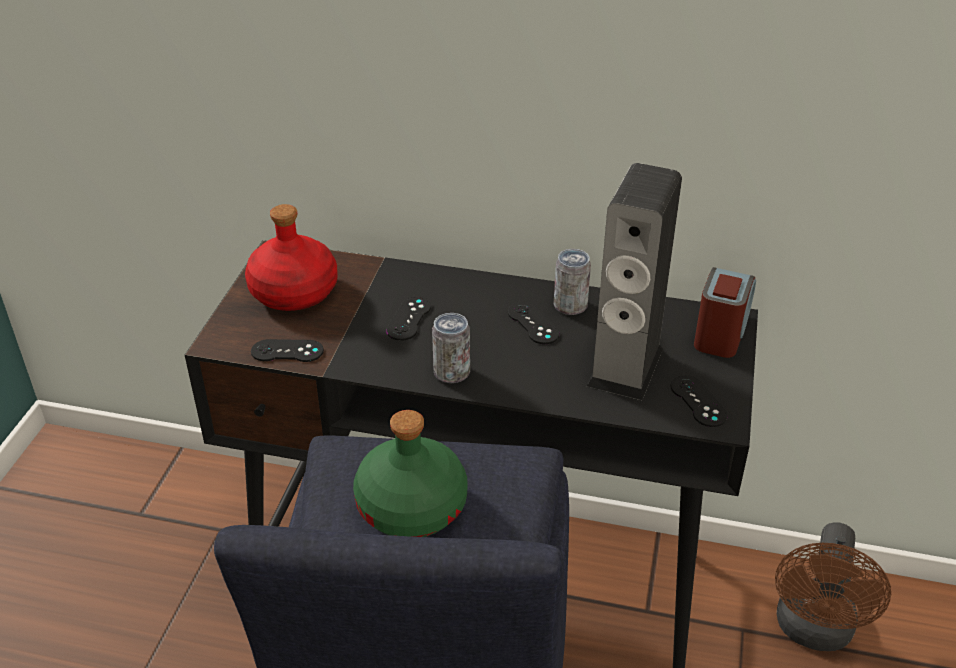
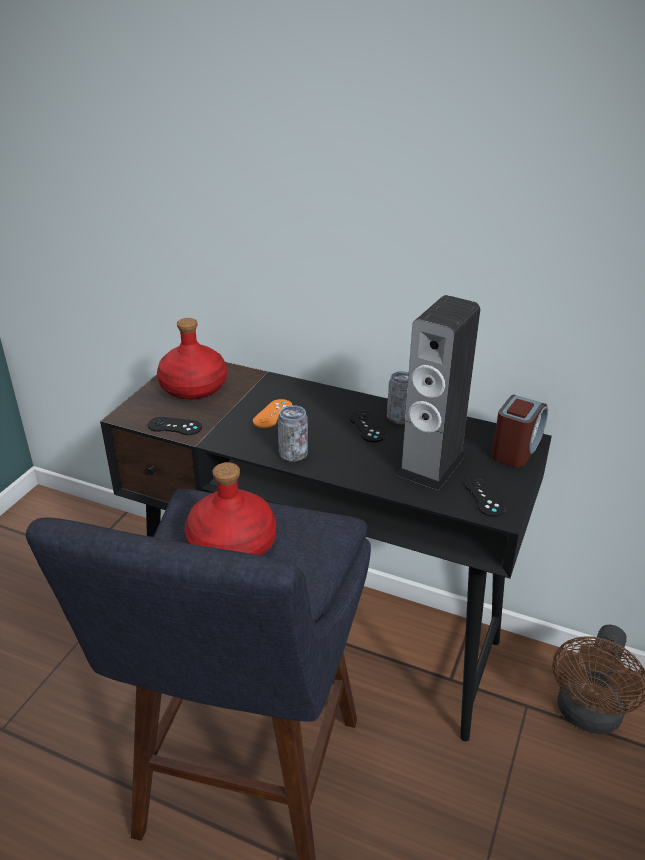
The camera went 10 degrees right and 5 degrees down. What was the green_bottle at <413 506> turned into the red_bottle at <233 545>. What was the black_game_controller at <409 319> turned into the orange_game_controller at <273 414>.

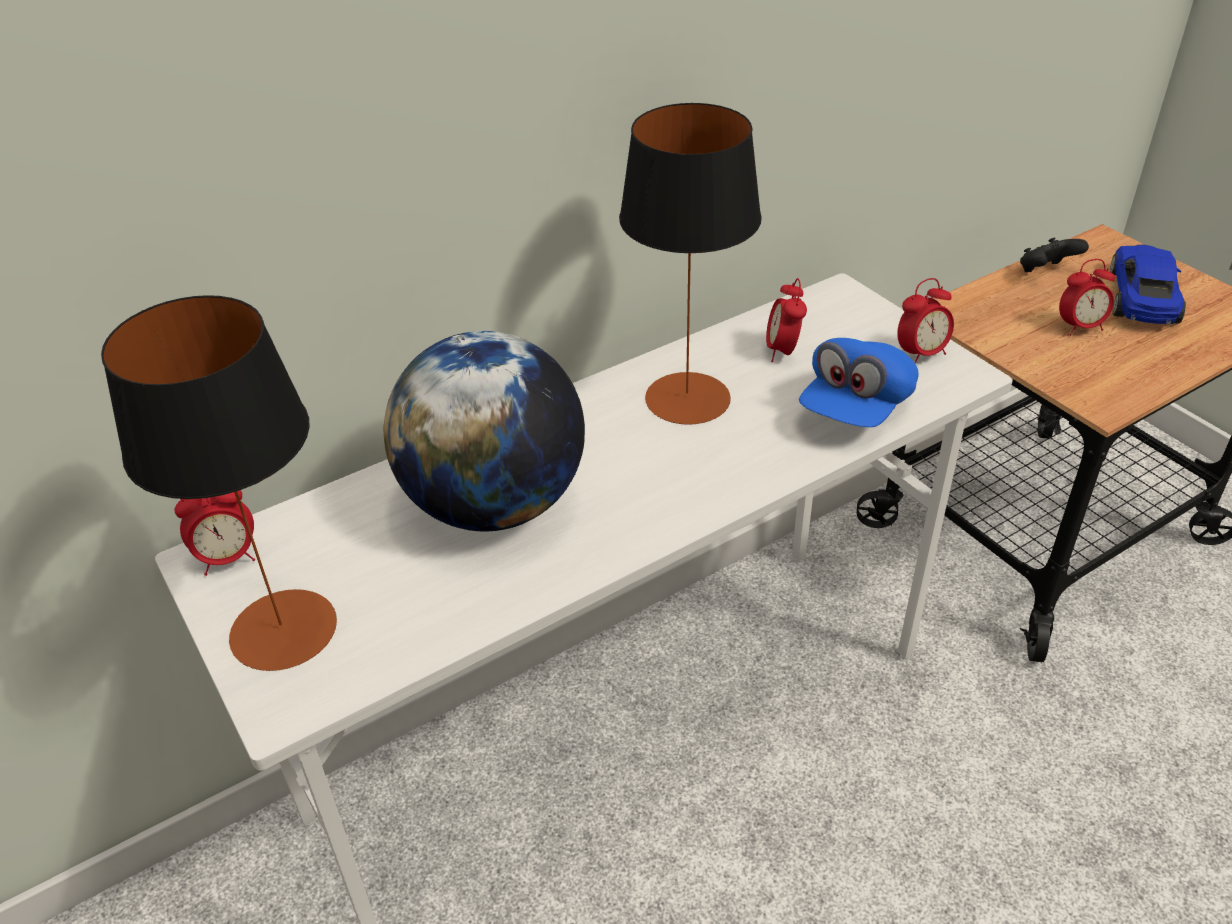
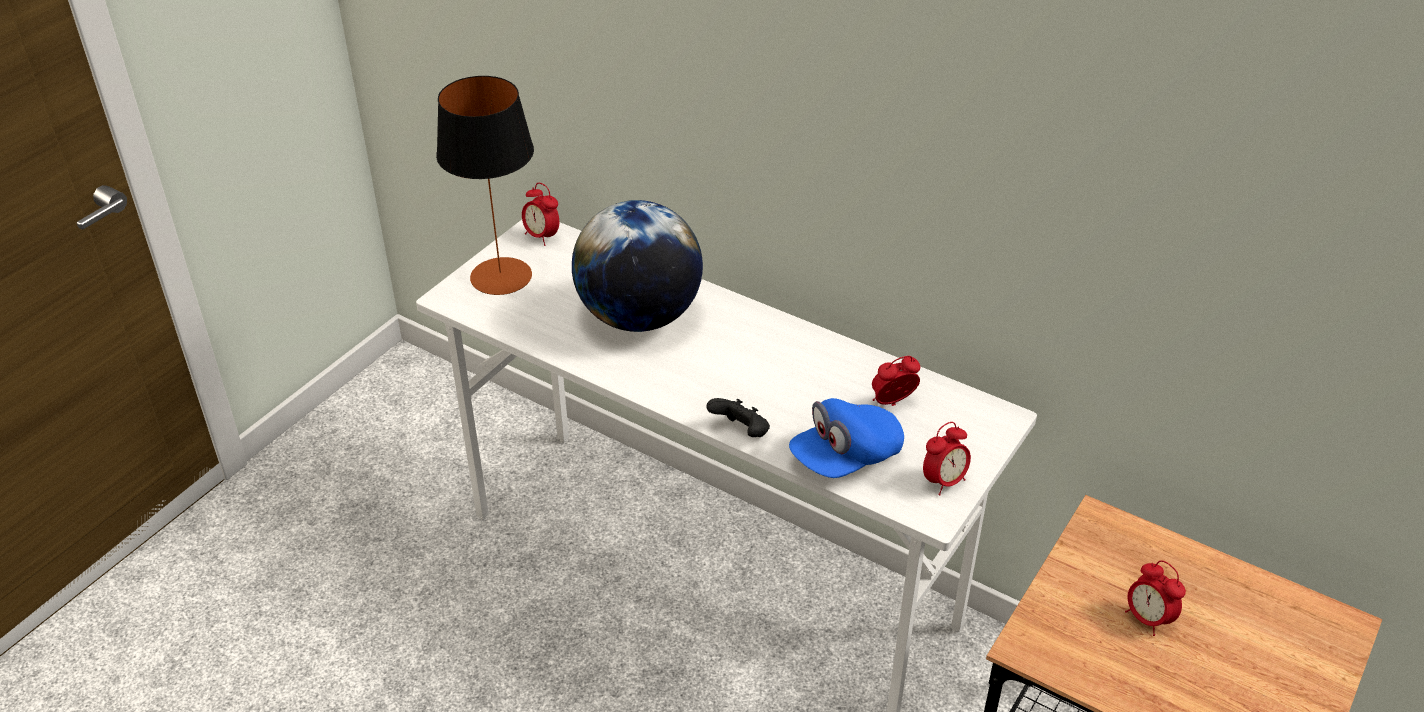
The camera went 65 degrees right and 0 degrees up. The black_game_controller ended up elsewhere, having gone from <1045 272> to <741 432>. The blue_cap at <856 407> ended up facing another way, 45 degrees counterclockwise from before. The alarm_clock at <921 354> ended up facing another way, 75 degrees counterclockwise from before. The second view lost the table_lamp at <687 398>. The second view lost the blue_toy_car at <1142 297>.

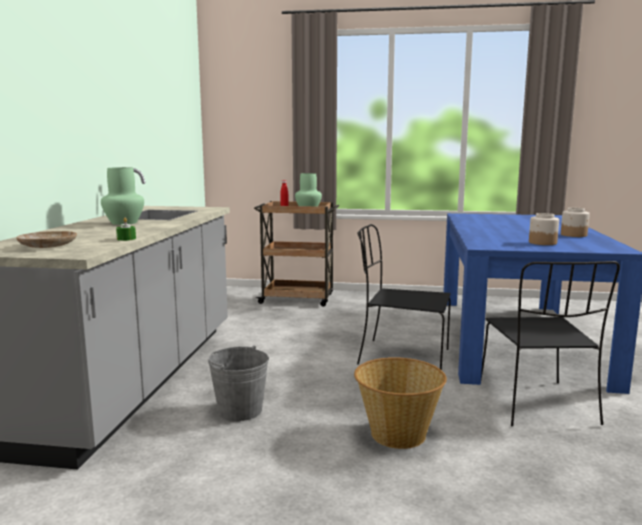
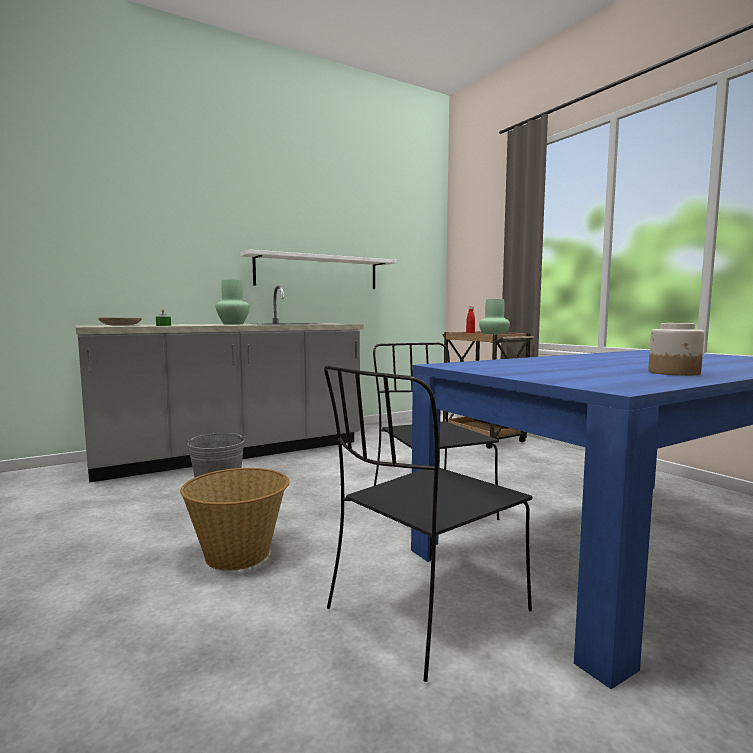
The camera went 50 degrees right and 5 degrees down. The second view gained the white_shelf at <317 272>. The second view lost the jar at <542 243>.

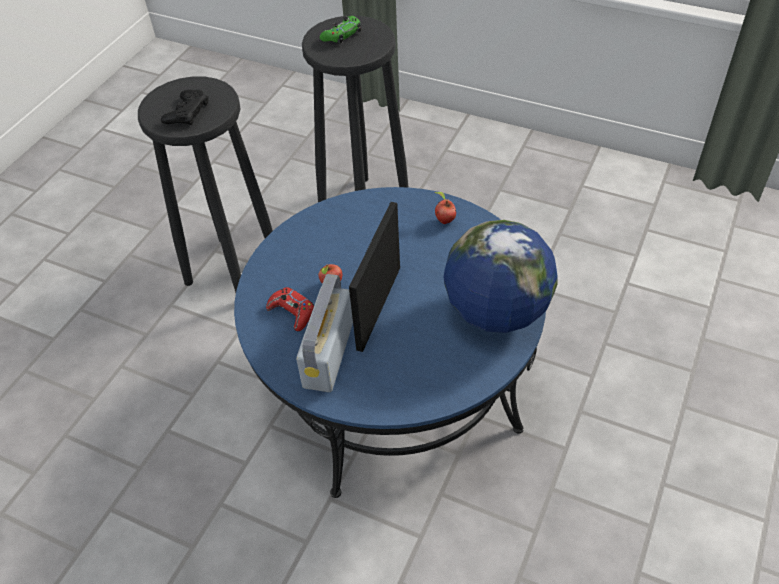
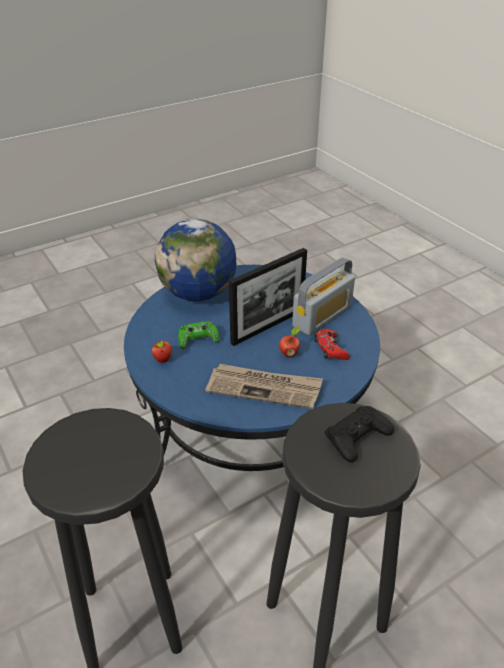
The camera went 150 degrees left and 10 degrees down. The green_game_controller ended up elsewhere, having gone from <342 35> to <198 339>. The second view gained the newspaper at <264 388>.

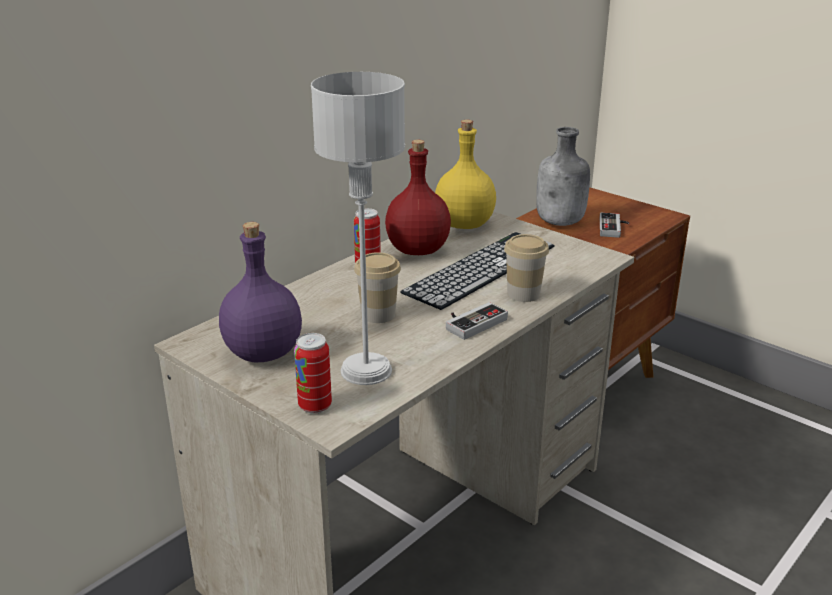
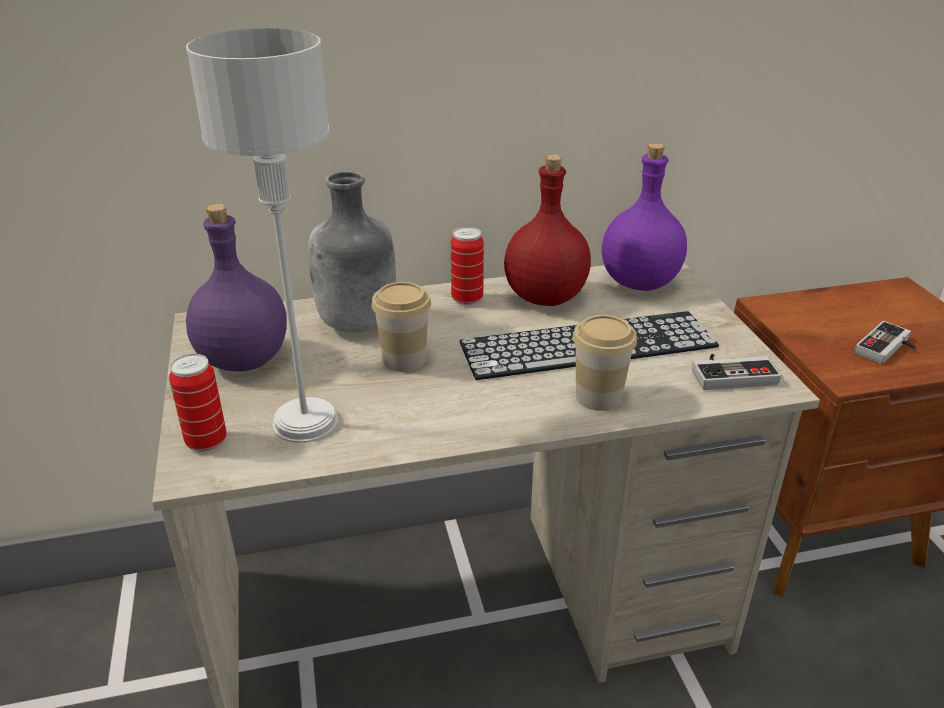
The camera went 35 degrees right and 5 degrees up. The grey_bottle ended up elsewhere, having gone from <561 222> to <358 324>. What was the yellow_bottle at <463 224> turned into the purple_bottle at <638 282>. The game_controller ended up elsewhere, having gone from <472 322> to <731 373>.

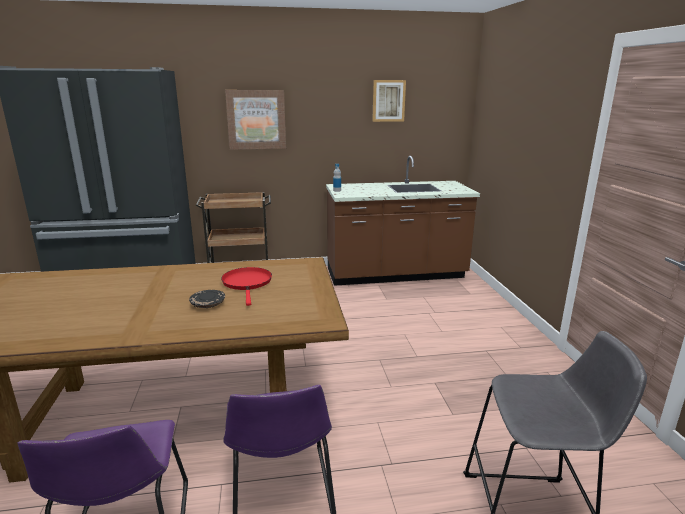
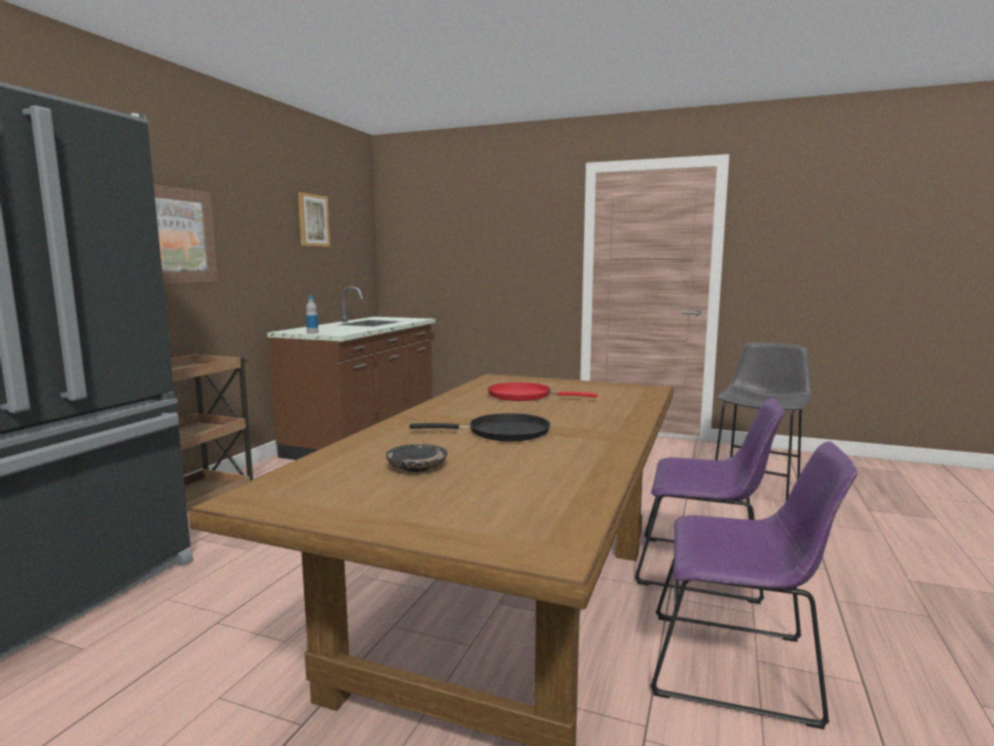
The camera went 60 degrees left and 10 degrees down. The black_plate ended up elsewhere, having gone from <208 304> to <417 467>. The second view gained the black_frying_pan at <502 432>.

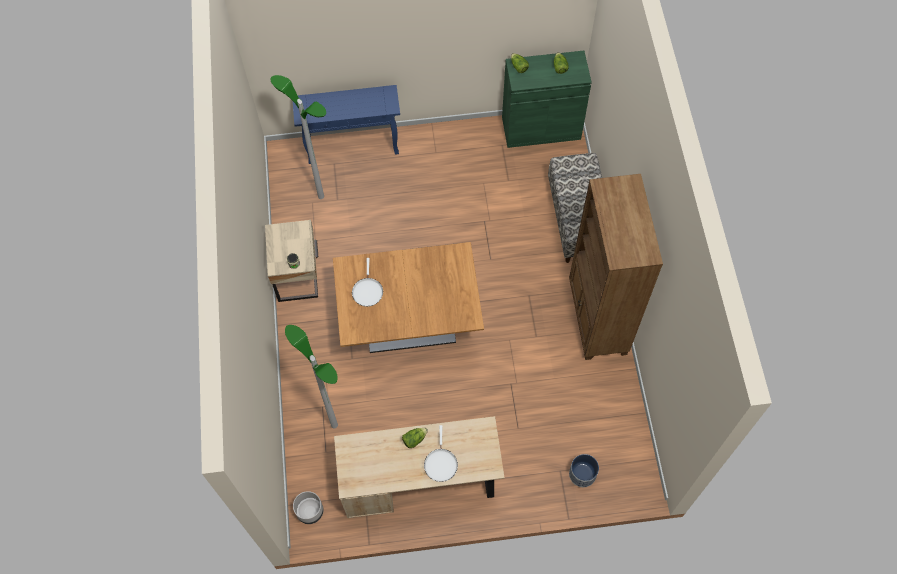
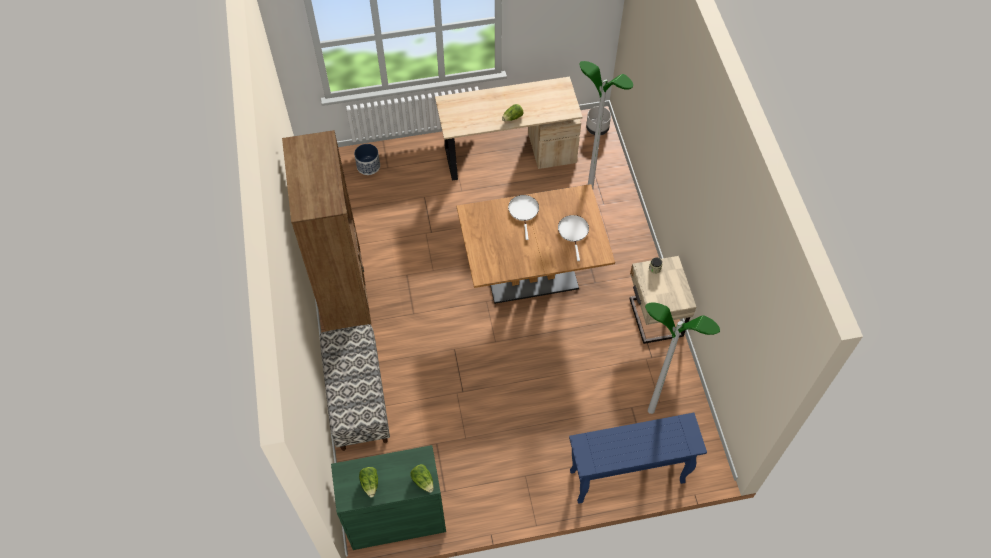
The camera went 175 degrees right and 5 degrees down. The white_frying_pan ended up elsewhere, having gone from <440 463> to <524 211>.

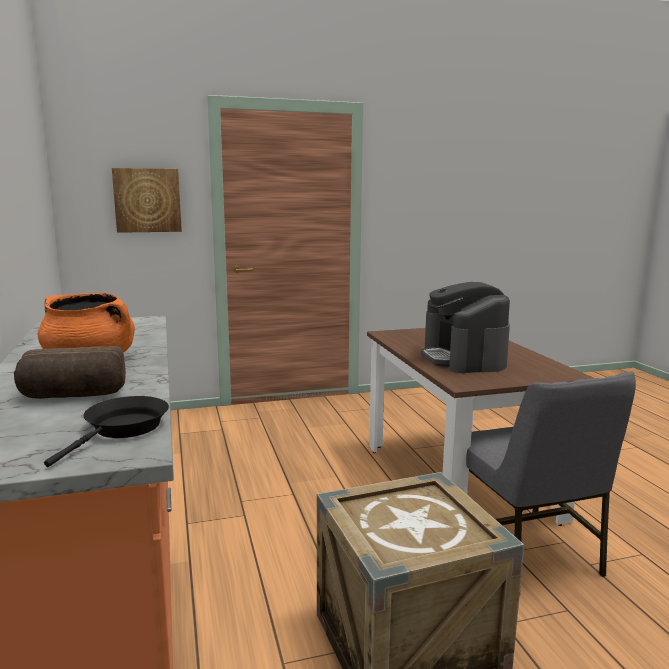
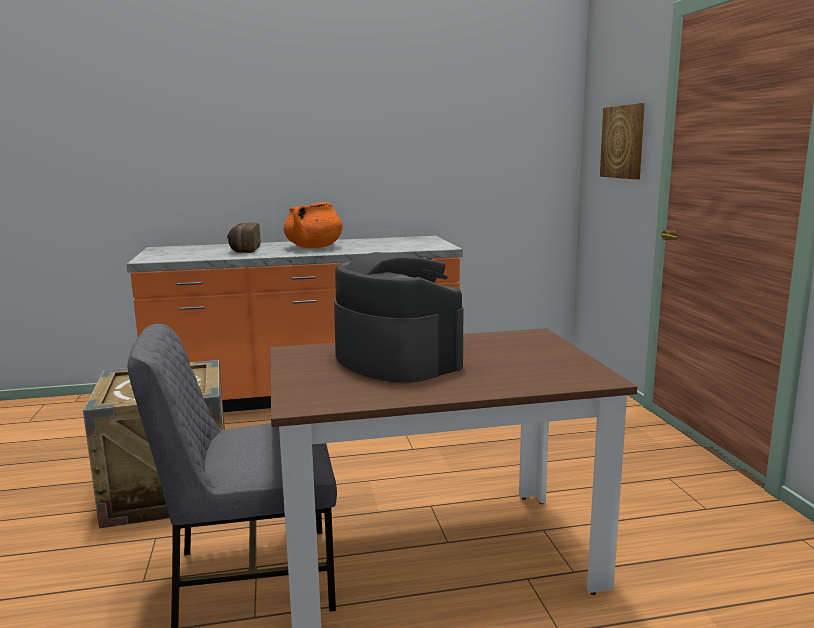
The camera went 95 degrees right and 0 degrees up. The coffee_machine at <463 358> ended up facing another way, 60 degrees clockwise from before. The second view lost the black_frying_pan at <123 429>.

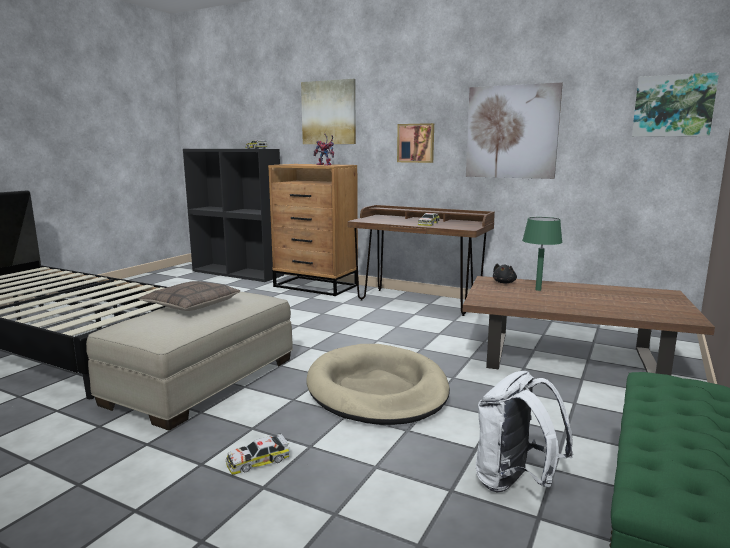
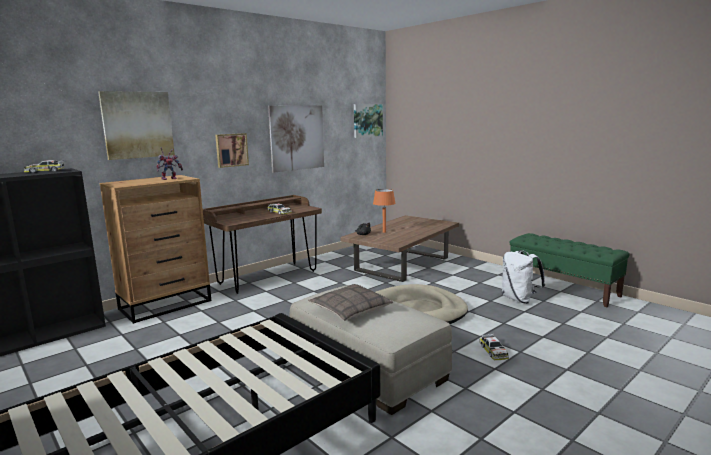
The camera went 70 degrees left and 0 degrees up. What was the green_table_lamp at <538 290> turned into the orange_table_lamp at <384 232>.

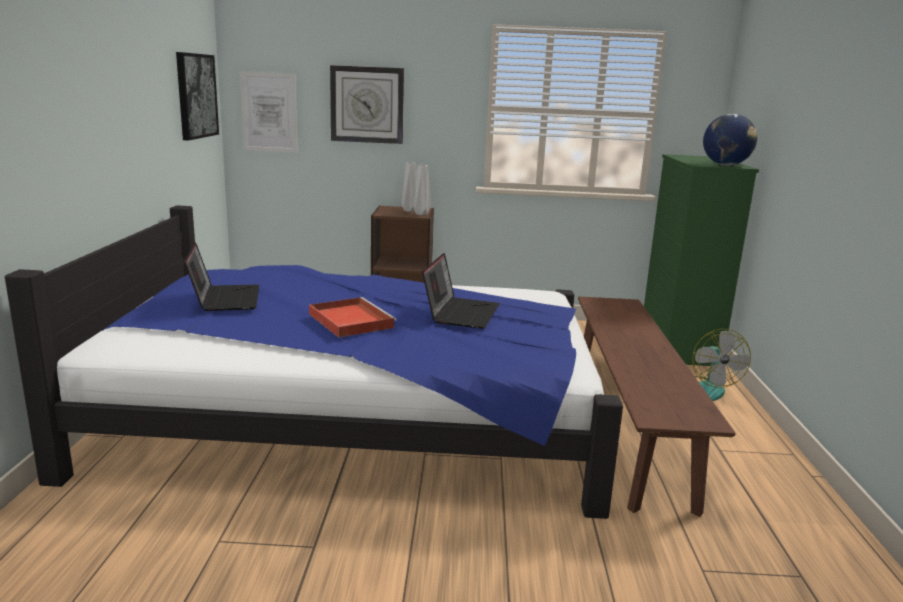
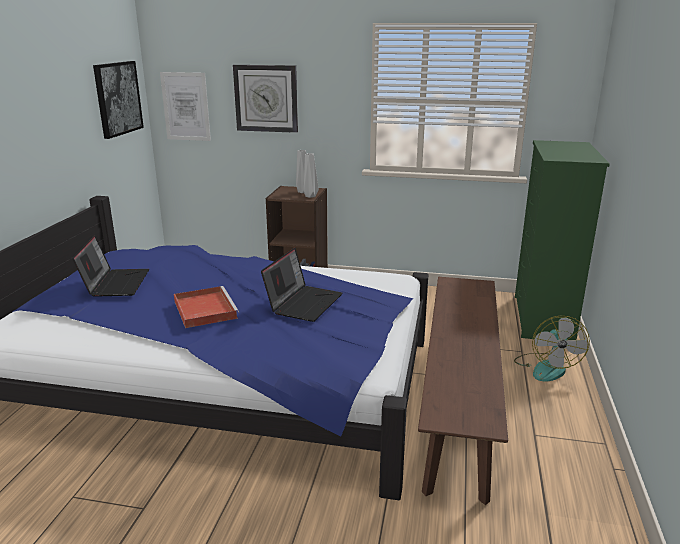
The camera went 10 degrees right and 5 degrees up. The second view lost the globe at <726 165>.

